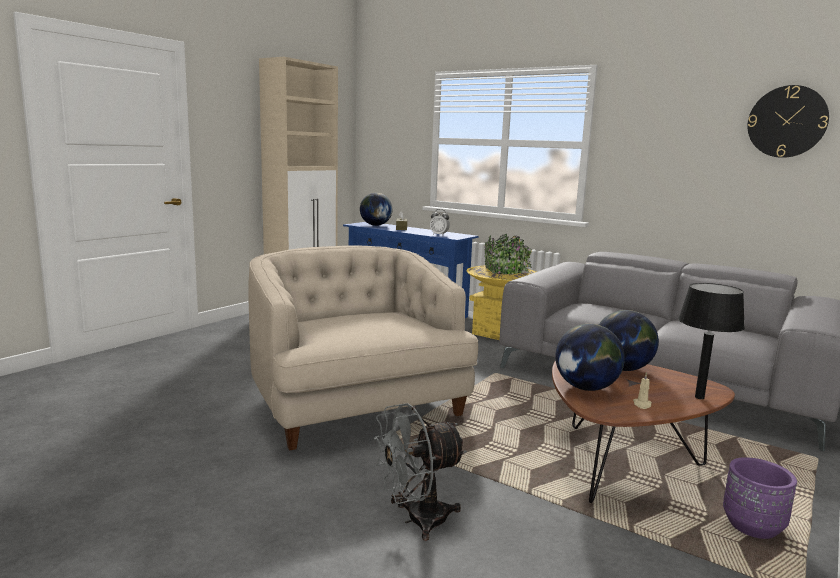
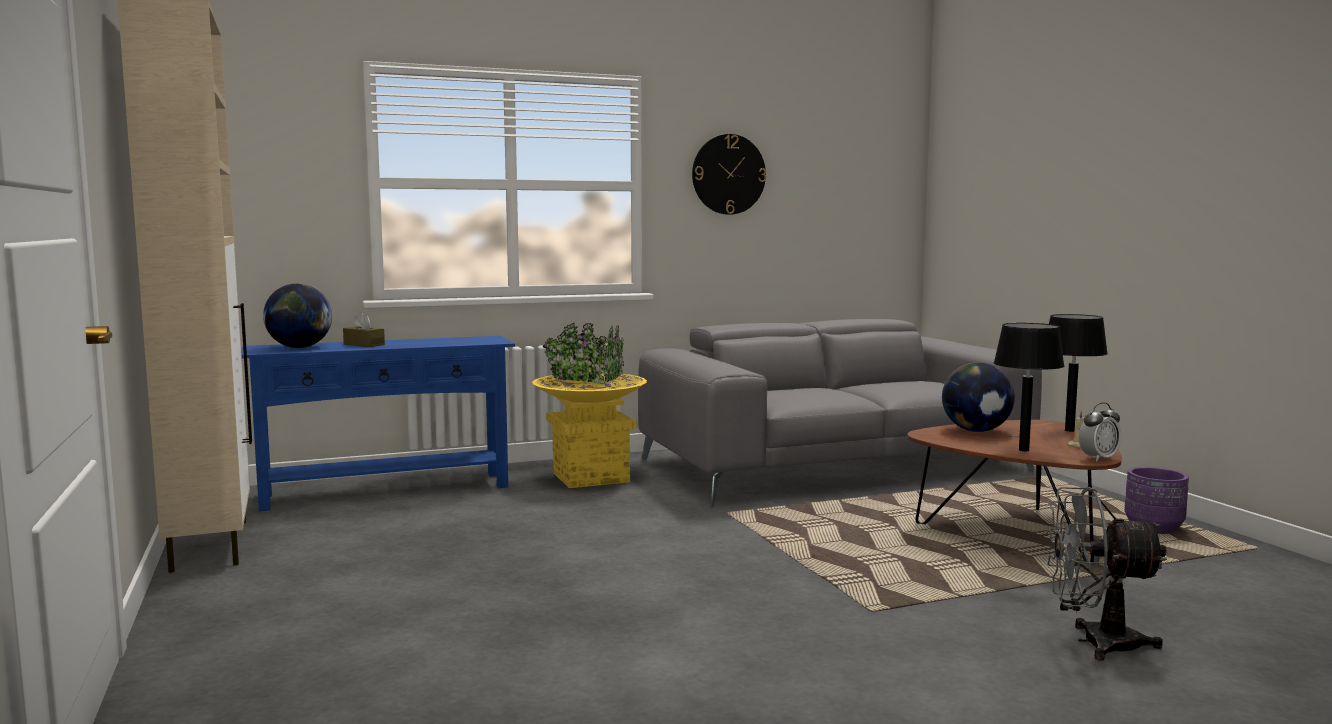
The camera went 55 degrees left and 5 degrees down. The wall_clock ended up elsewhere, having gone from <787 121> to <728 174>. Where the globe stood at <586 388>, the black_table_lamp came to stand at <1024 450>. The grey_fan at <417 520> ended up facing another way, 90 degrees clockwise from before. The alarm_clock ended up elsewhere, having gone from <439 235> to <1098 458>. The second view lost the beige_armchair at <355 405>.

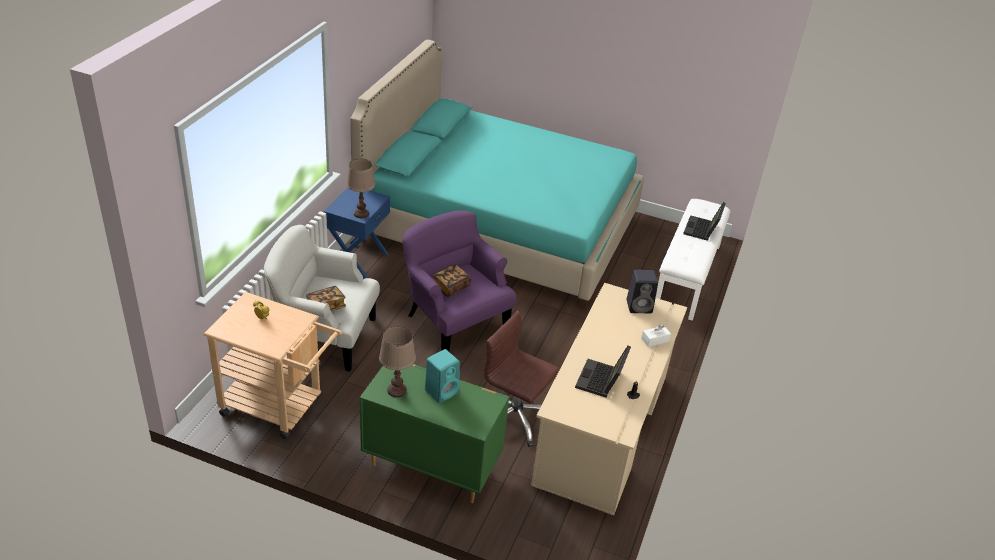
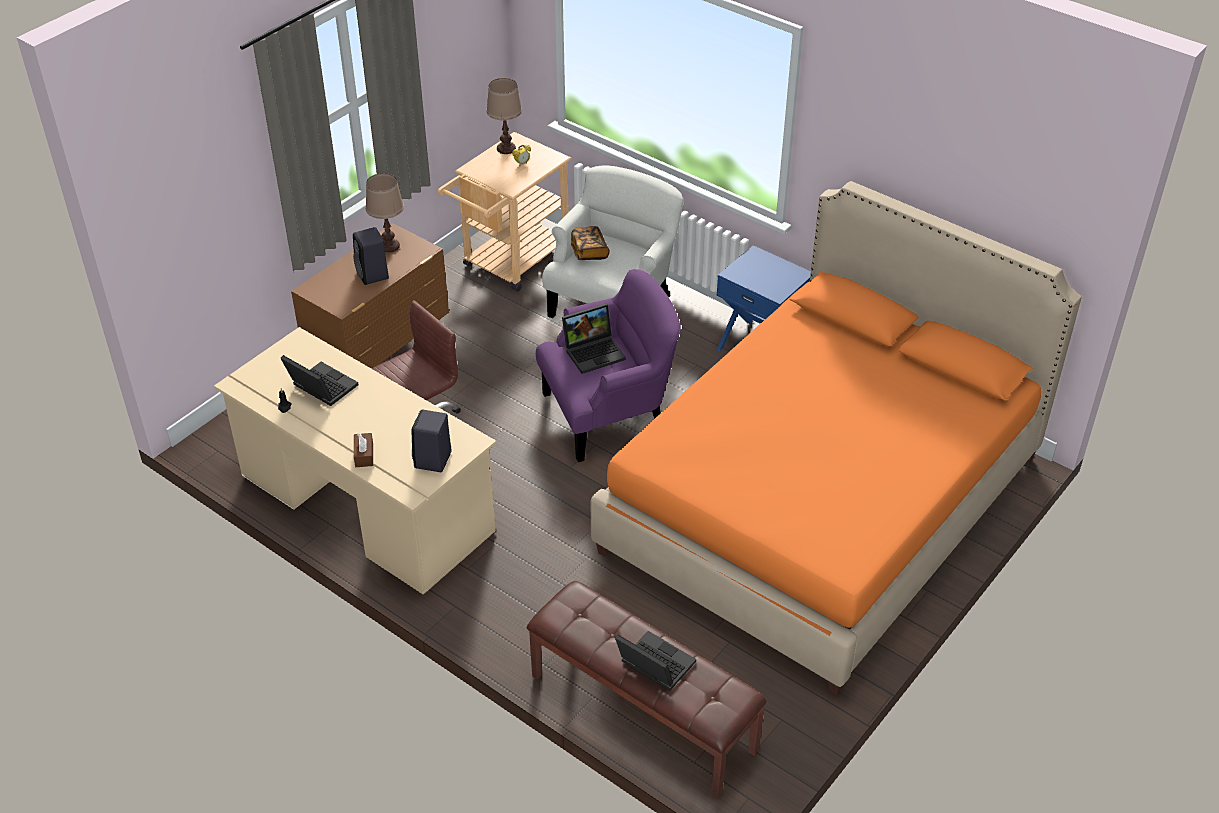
The camera went 110 degrees right and 5 degrees up. What was the green_dresser at <430 466> turned into the brown_dresser at <381 355>. What was the turquoise_speaker at <442 391> turned into the black_speaker at <373 275>. What was the white_tissue_box at <655 340> turned into the brown_tissue_box at <364 455>. The brown_table_lamp ended up elsewhere, having gone from <361 214> to <506 149>. What was the white_bench at <688 277> turned into the brown_bench at <641 713>. Where the book stood at <451 287>, the laptop came to stand at <594 352>. What was the turquoise_bed at <499 227> turned into the orange_bed at <821 504>.

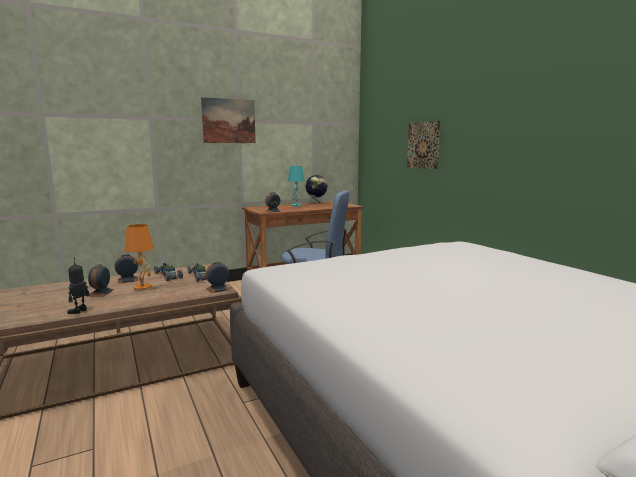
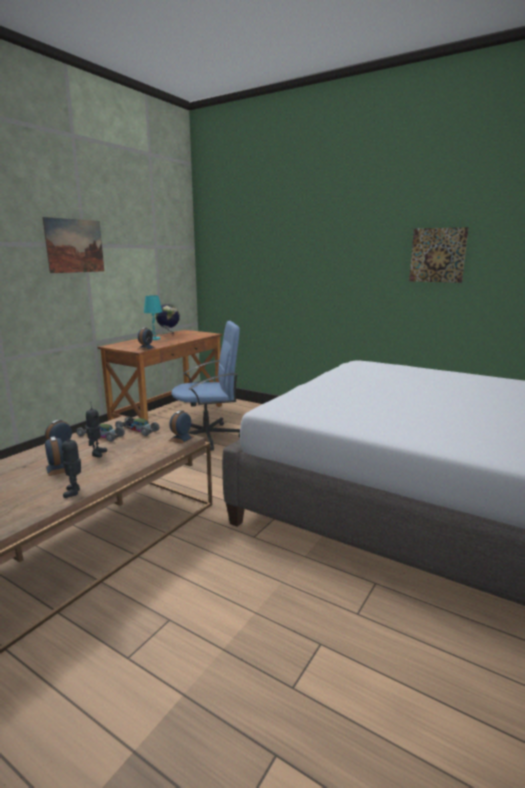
The camera went 30 degrees left and 5 degrees up. Where the orange_table_lamp stood at <143 287>, the toy_robot came to stand at <97 453>. The picture ended up elsewhere, having gone from <423 145> to <437 255>.

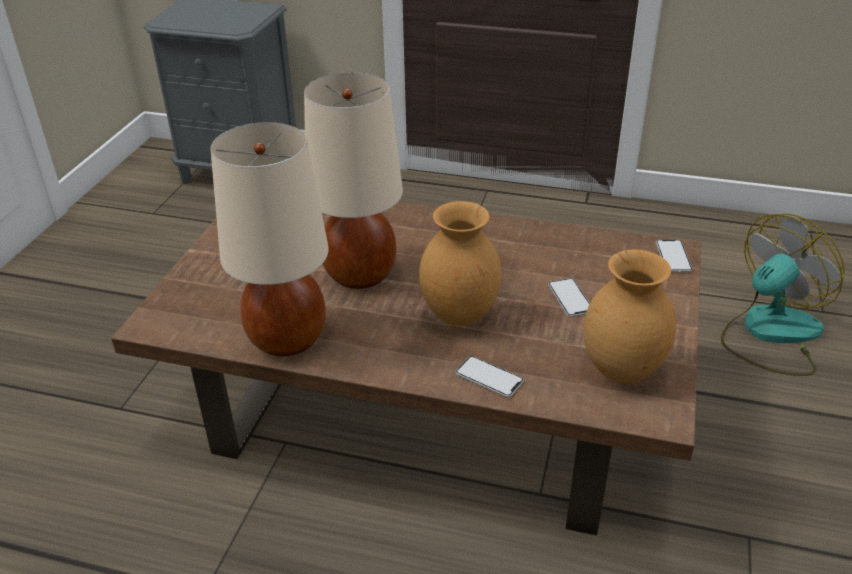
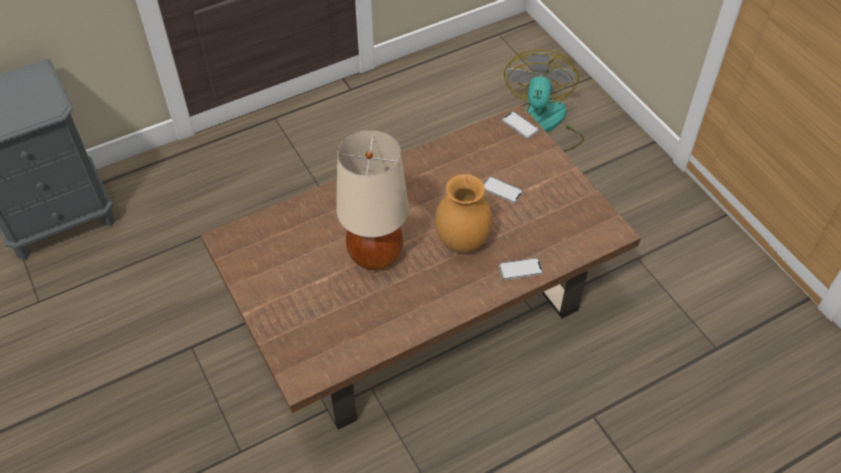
The camera went 45 degrees left and 15 degrees up. The second view lost the beige_table_lamp at <286 339>. The second view lost the brown_vase at <620 371>.

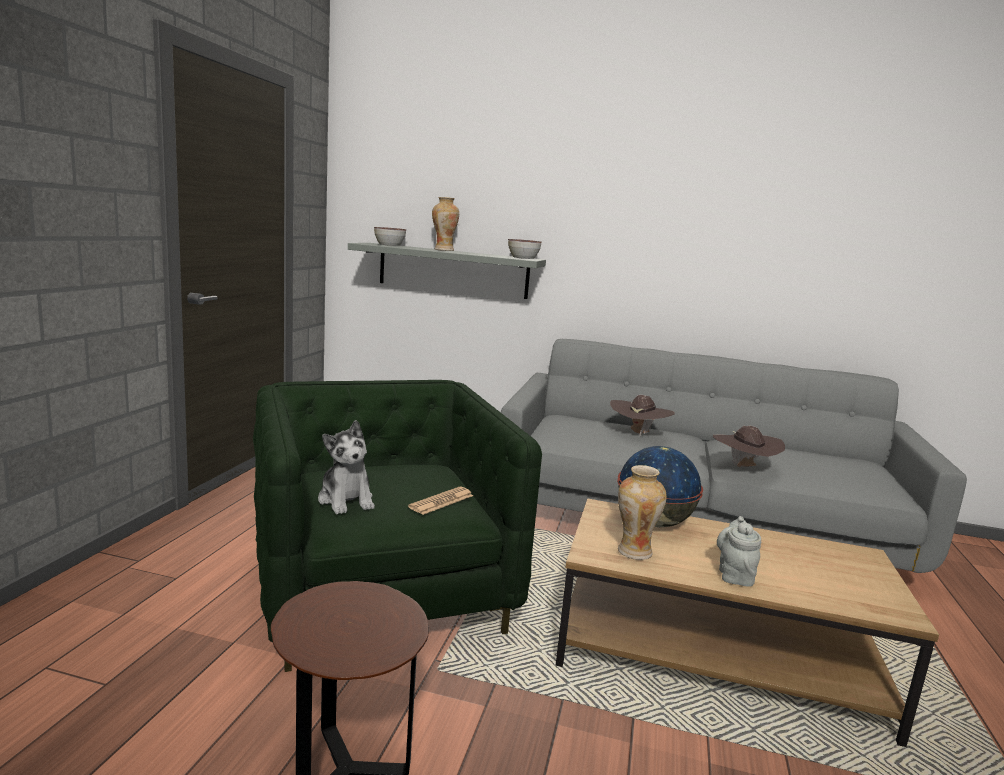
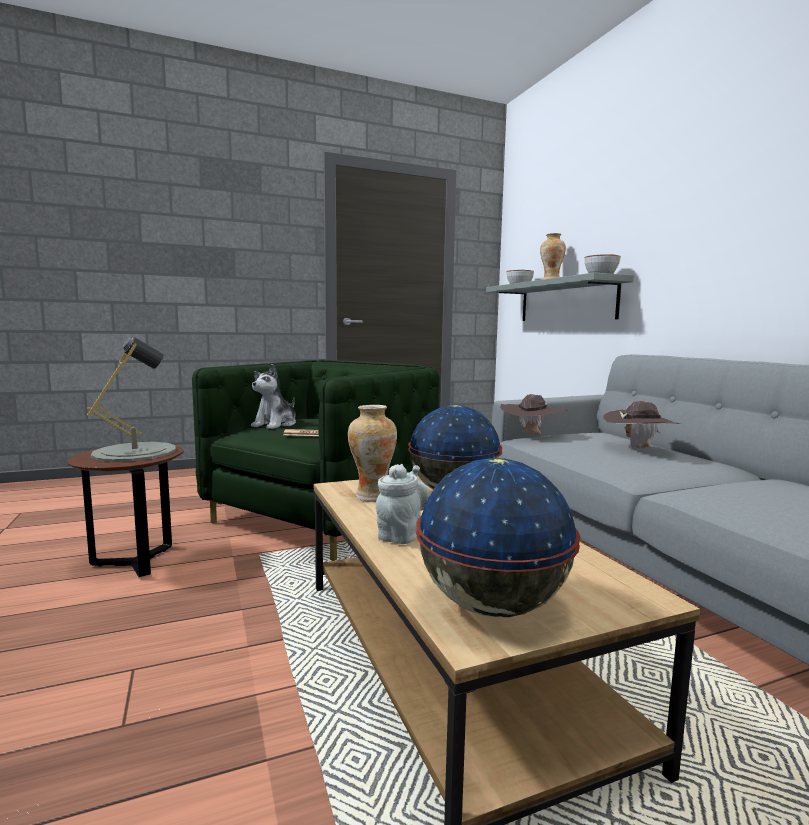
The camera went 55 degrees right and 5 degrees down. The second view gained the grey_table_lamp at <135 452>. The grey_teapot at <735 575> ended up facing another way, 45 degrees counterclockwise from before. The second view gained the globe at <492 605>. The brown_hat ended up elsewhere, having gone from <743 468> to <532 435>.

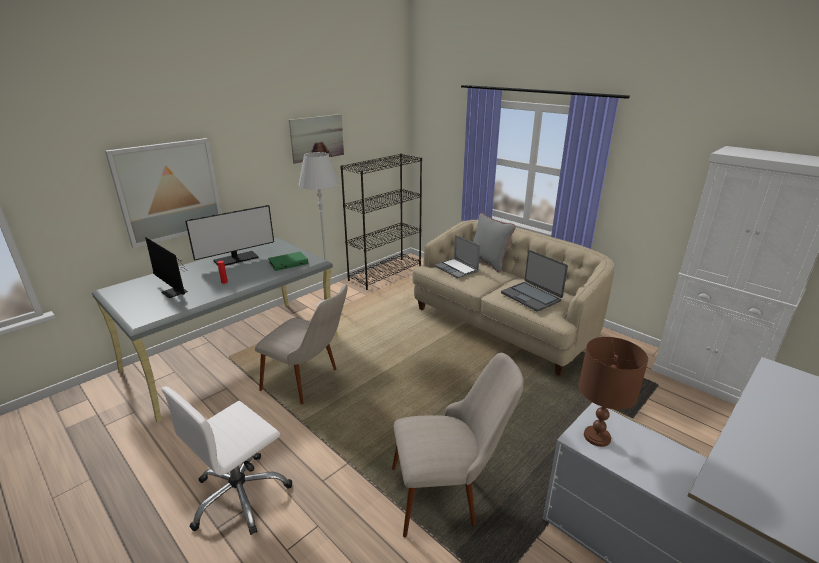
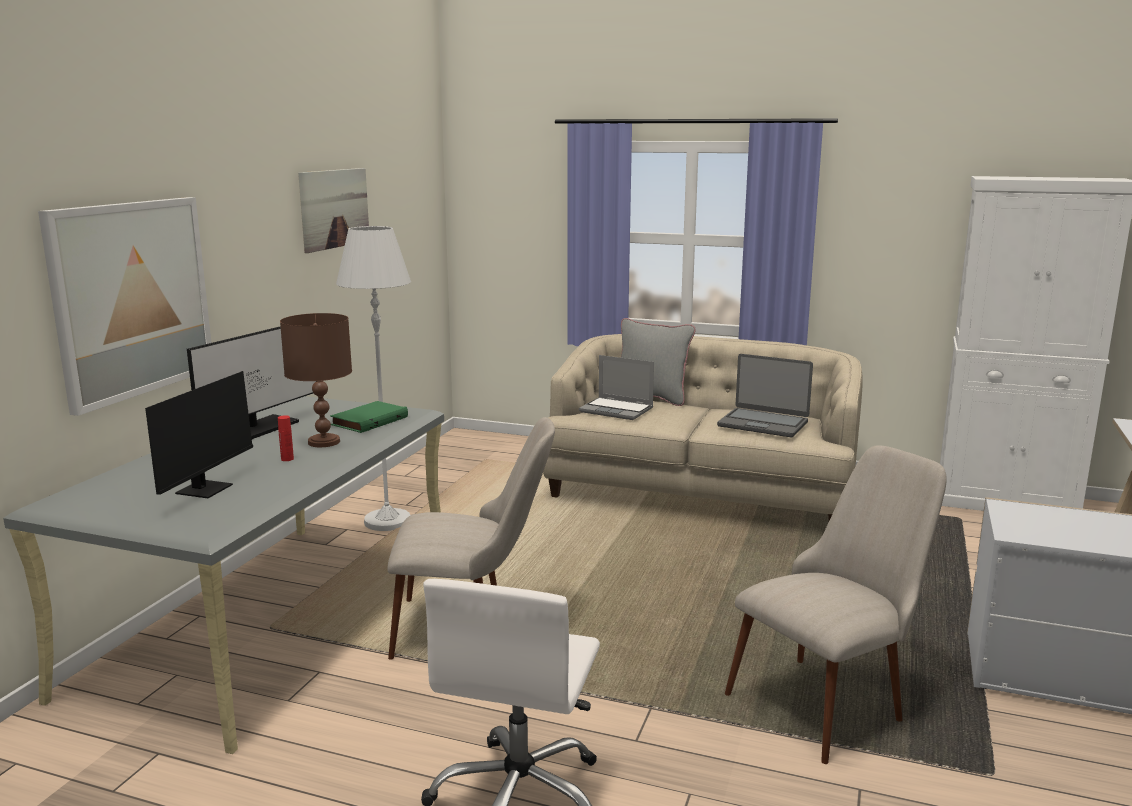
The camera went 25 degrees left and 10 degrees down. The monitor at <175 293> ended up facing another way, 90 degrees counterclockwise from before. The brown_table_lamp ended up elsewhere, having gone from <596 437> to <323 442>. The second view lost the black_bookcase at <385 273>.

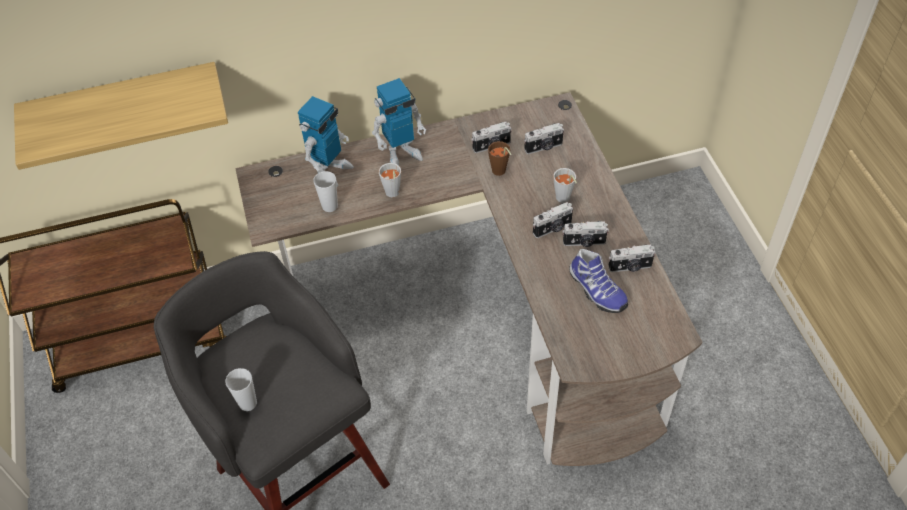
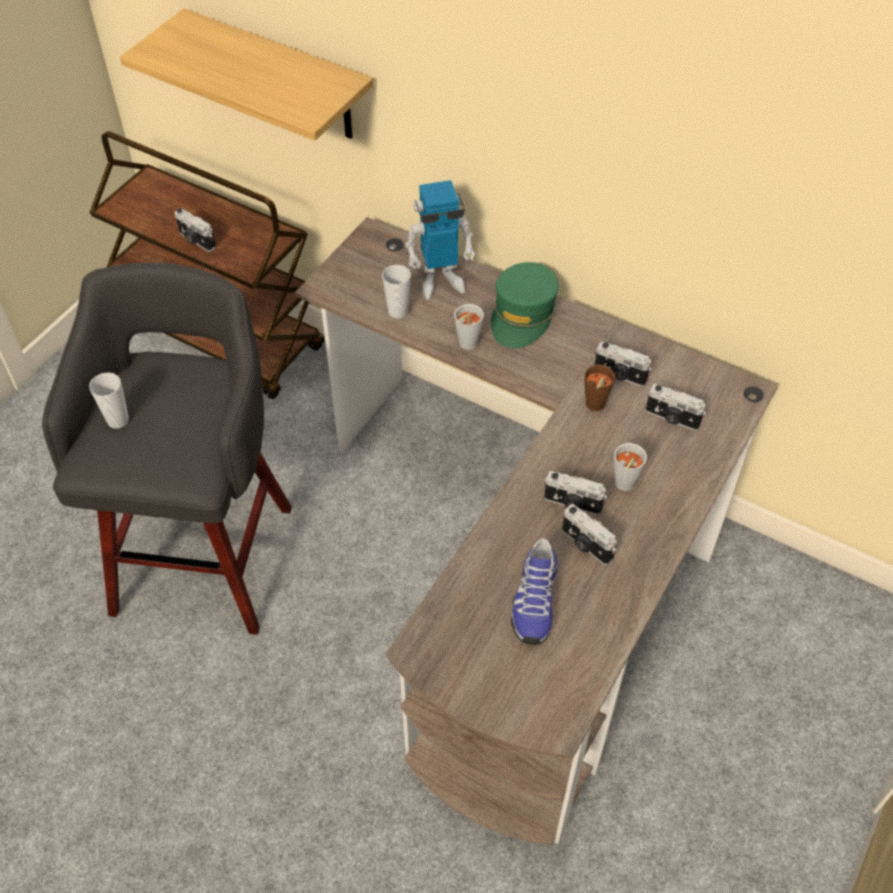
The camera went 45 degrees right and 0 degrees up. The photo_camera ended up elsewhere, having gone from <630 267> to <196 240>. Where the toy_robot stood at <401 154>, the green_cap came to stand at <523 315>.

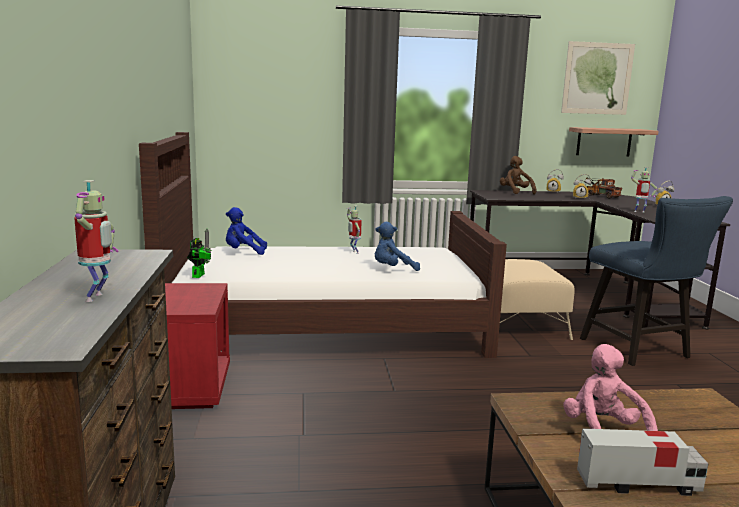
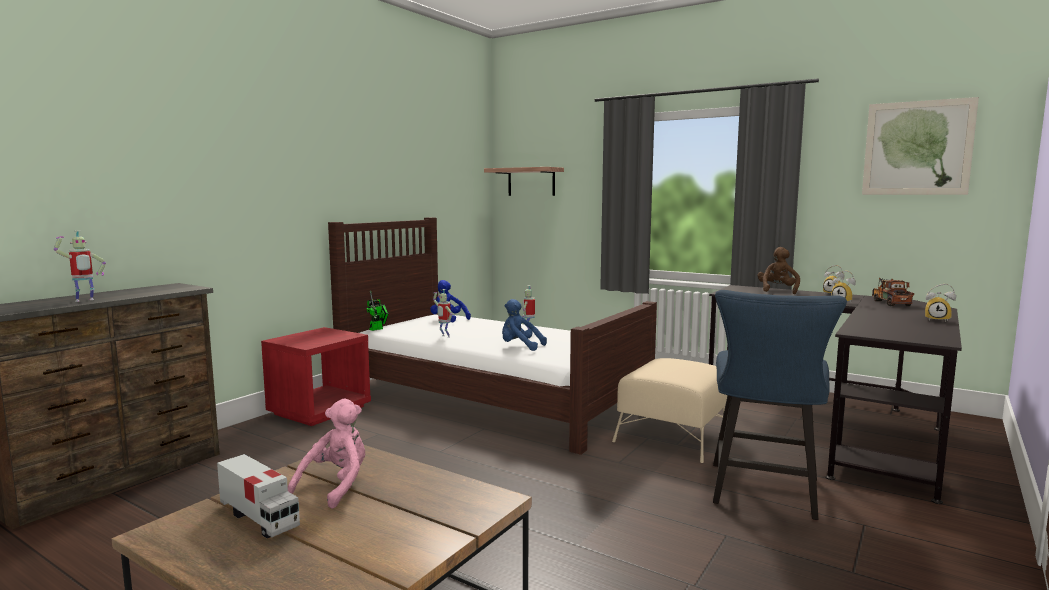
The camera went 40 degrees right and 5 degrees down. The toy_robot ended up elsewhere, having gone from <639 212> to <444 336>. The shelf ended up elsewhere, having gone from <604 142> to <531 182>.

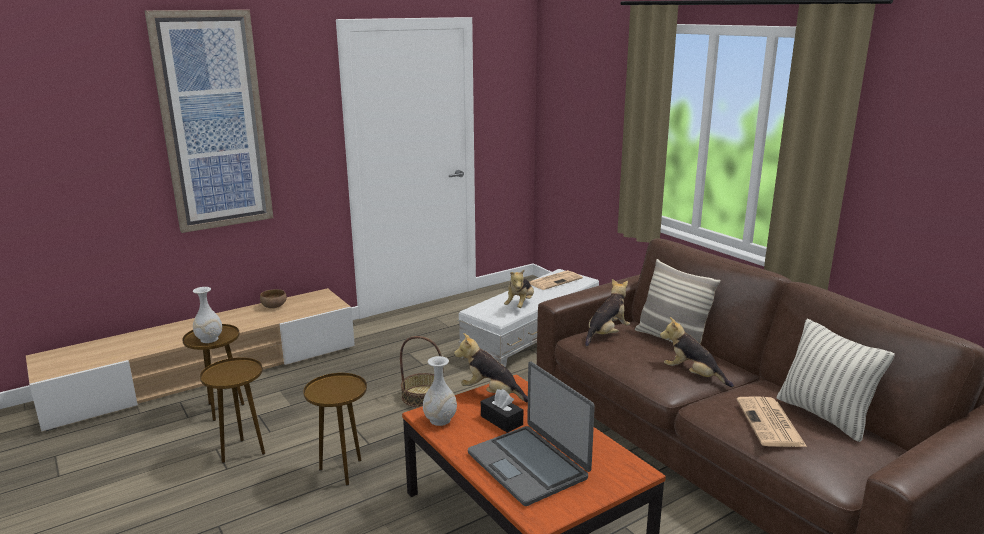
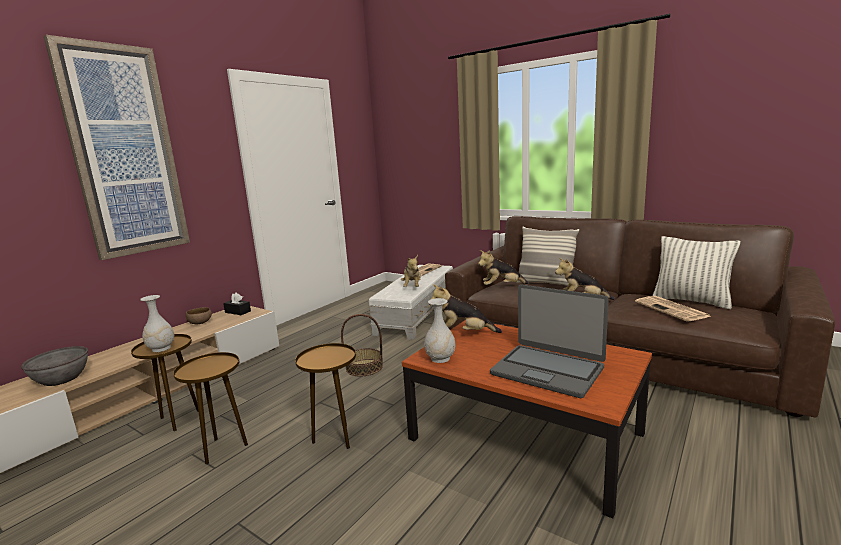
The camera went 20 degrees left and 5 degrees down. The second view gained the grey_bowl at <61 379>. The black_tissue_box ended up elsewhere, having gone from <501 420> to <238 312>. The plush_toy at <606 334> ended up facing another way, 120 degrees counterclockwise from before.

